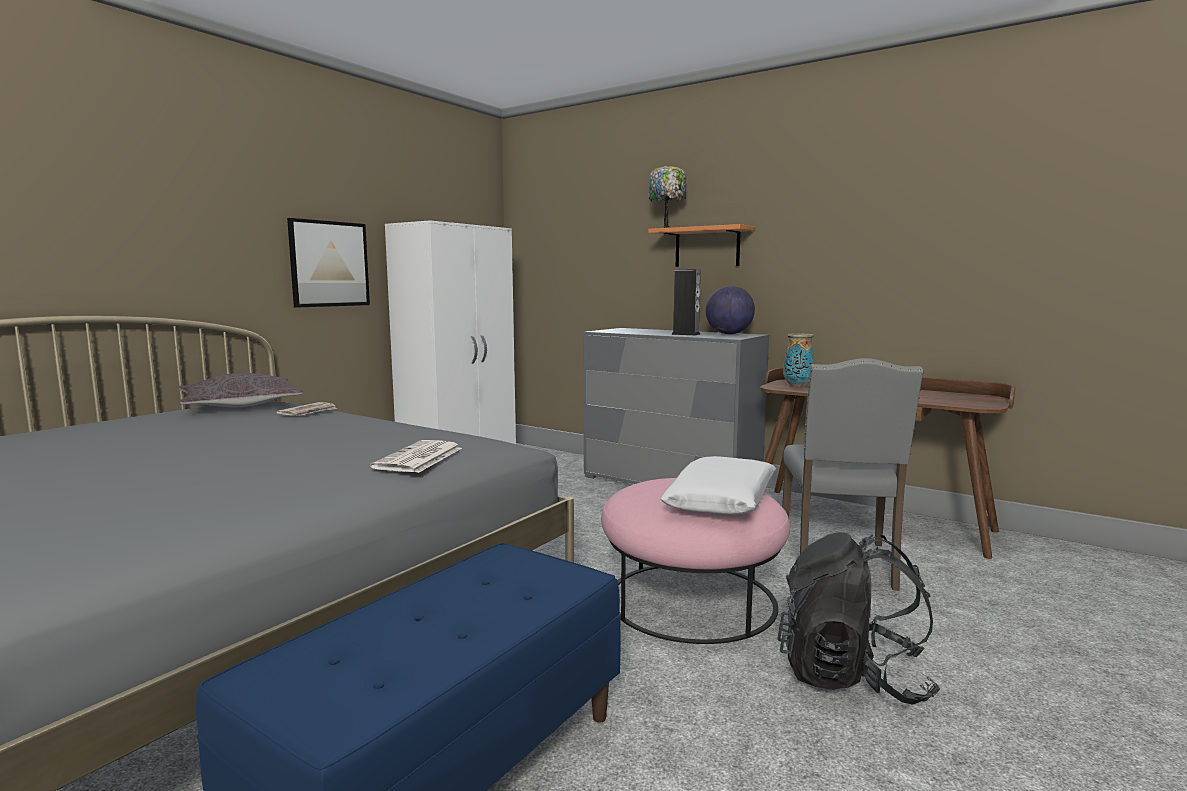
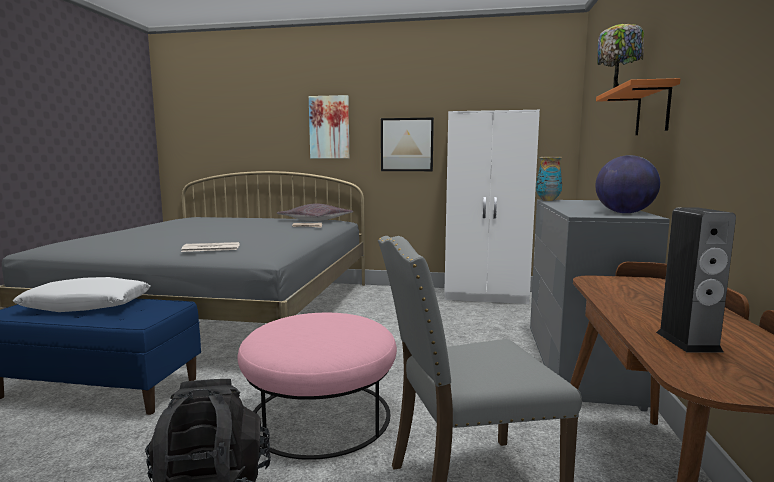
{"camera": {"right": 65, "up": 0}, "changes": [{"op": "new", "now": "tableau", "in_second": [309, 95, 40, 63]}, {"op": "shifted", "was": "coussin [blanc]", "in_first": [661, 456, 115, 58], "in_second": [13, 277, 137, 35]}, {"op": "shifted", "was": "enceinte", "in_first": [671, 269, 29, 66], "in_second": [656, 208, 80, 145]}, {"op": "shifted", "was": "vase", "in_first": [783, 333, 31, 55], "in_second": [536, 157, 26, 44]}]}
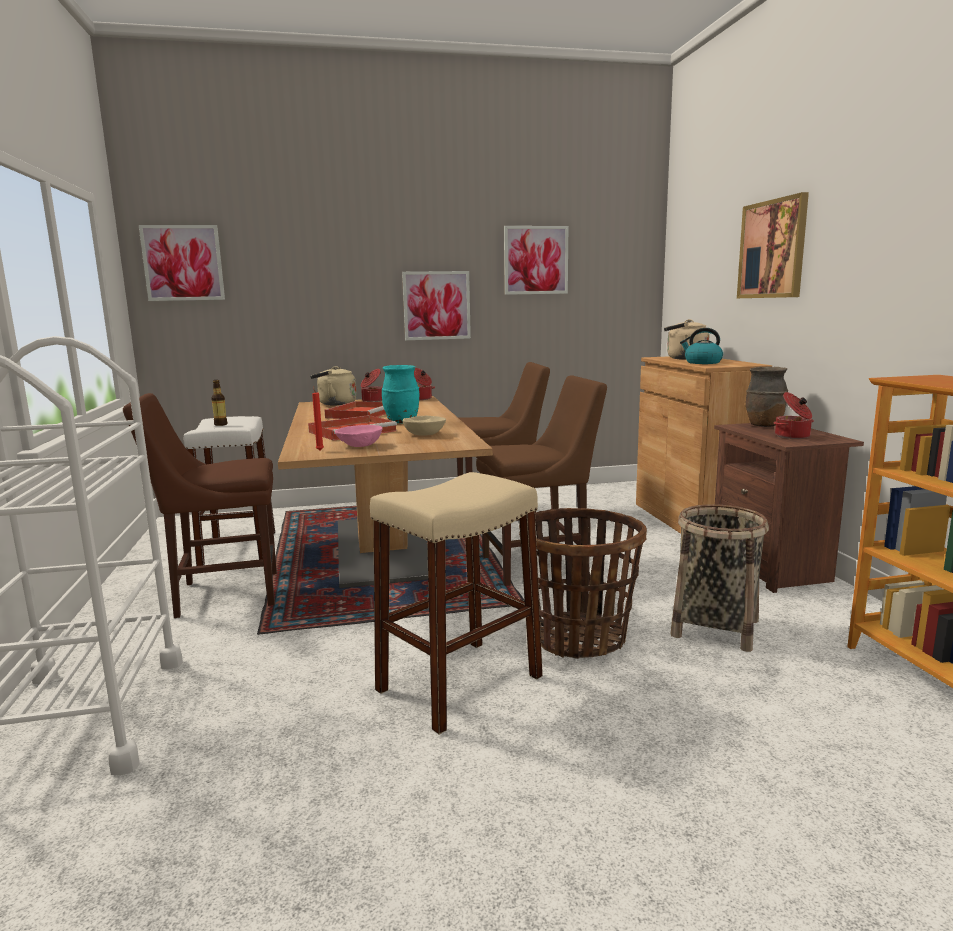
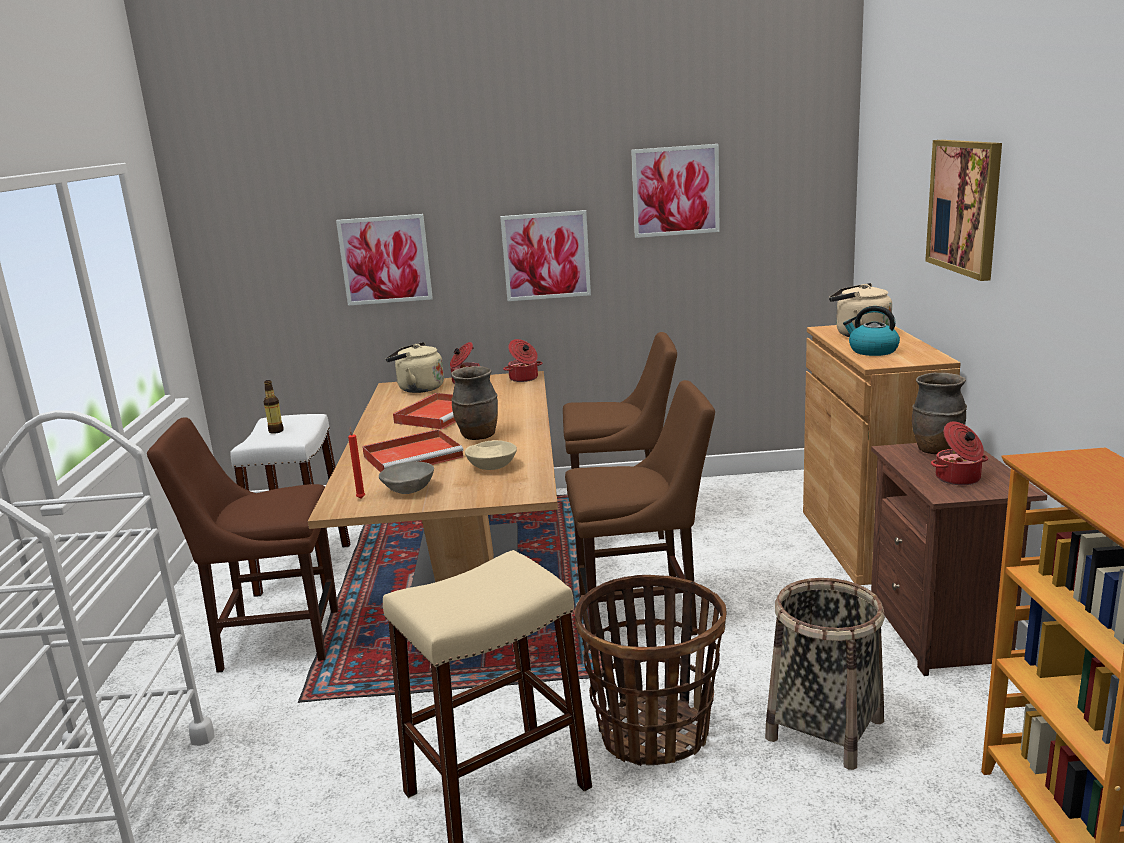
{"camera": {"right": 10, "up": 5}, "changes": [{"op": "shifted", "was": "tableau", "in_first": [139, 225, 86, 76], "in_second": [336, 214, 97, 92]}, {"op": "repainted", "was": "bol [rose]", "now": "bol [gris]", "in_first": [335, 425, 48, 22], "in_second": [379, 461, 55, 33]}, {"op": "repainted", "was": "vase [turquoise]", "now": "vase [marron]", "in_first": [382, 365, 37, 58], "in_second": [451, 366, 47, 74]}]}
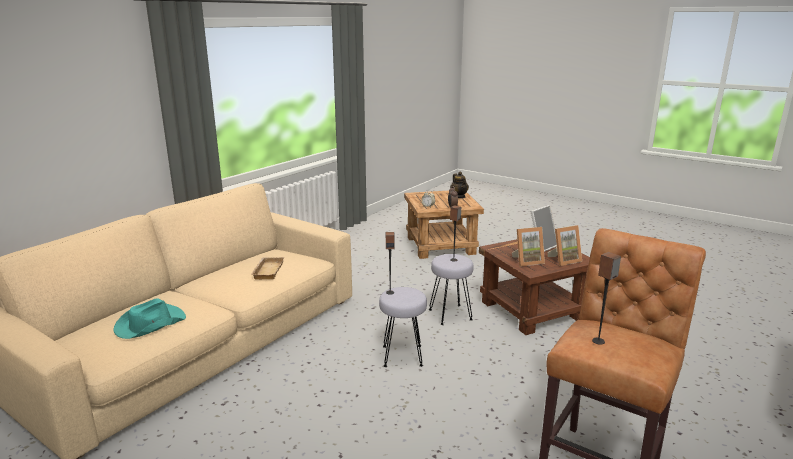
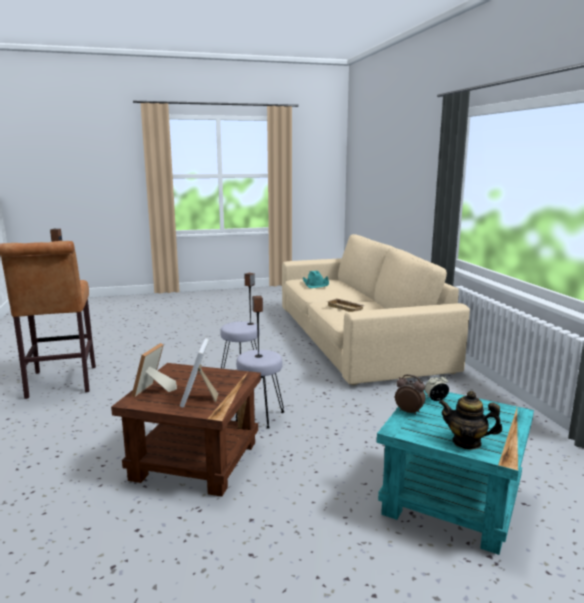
{"camera": {"right": 130, "up": -5}, "changes": [{"op": "gone", "was": "cadre photo", "in_first": [512, 227, 33, 40]}, {"op": "repainted", "was": "table d'appoint [marron]", "now": "table d'appoint [turquoise]", "in_first": [404, 191, 80, 68], "in_second": [377, 389, 157, 166]}]}
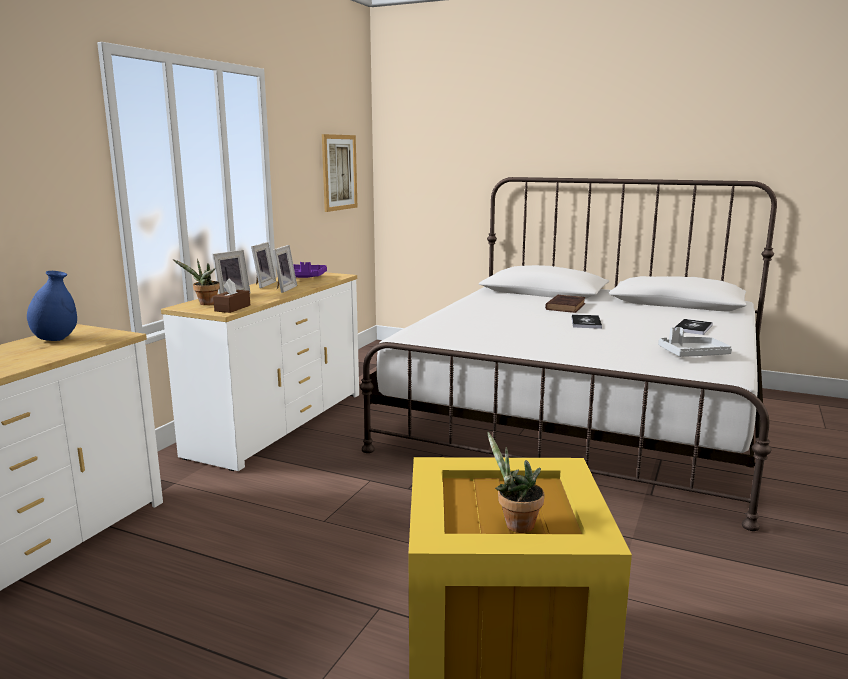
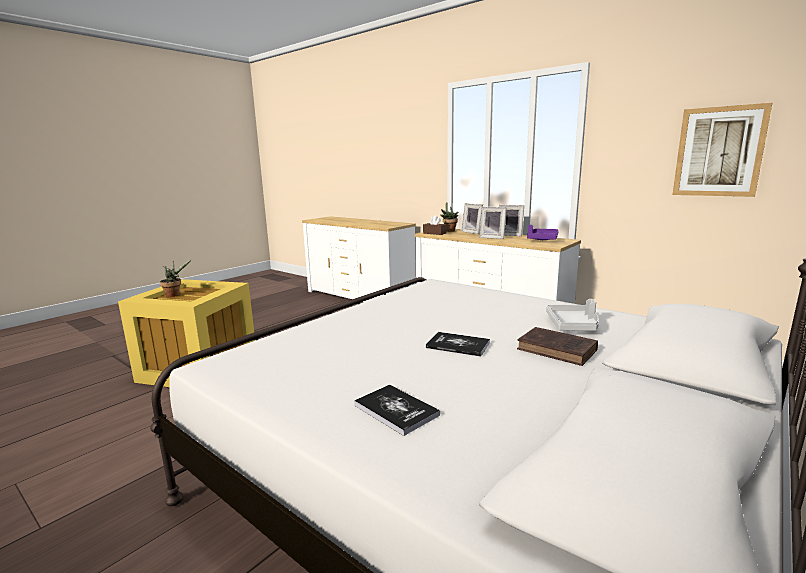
{"camera": {"right": 105, "up": 0}, "changes": [{"op": "gone", "was": "vase [bleu]", "in_first": [27, 271, 50, 70]}, {"op": "shifted", "was": "plateau [gris]", "in_first": [658, 327, 74, 30], "in_second": [546, 299, 53, 32]}]}
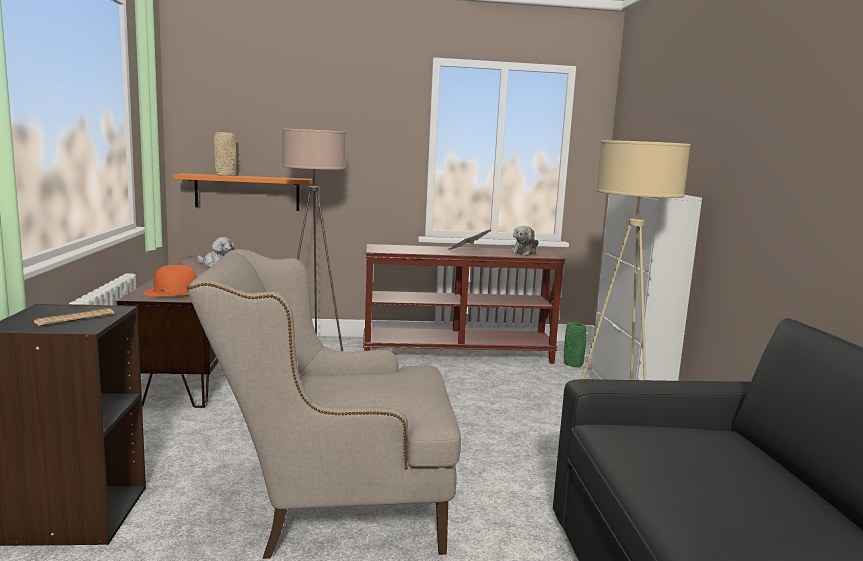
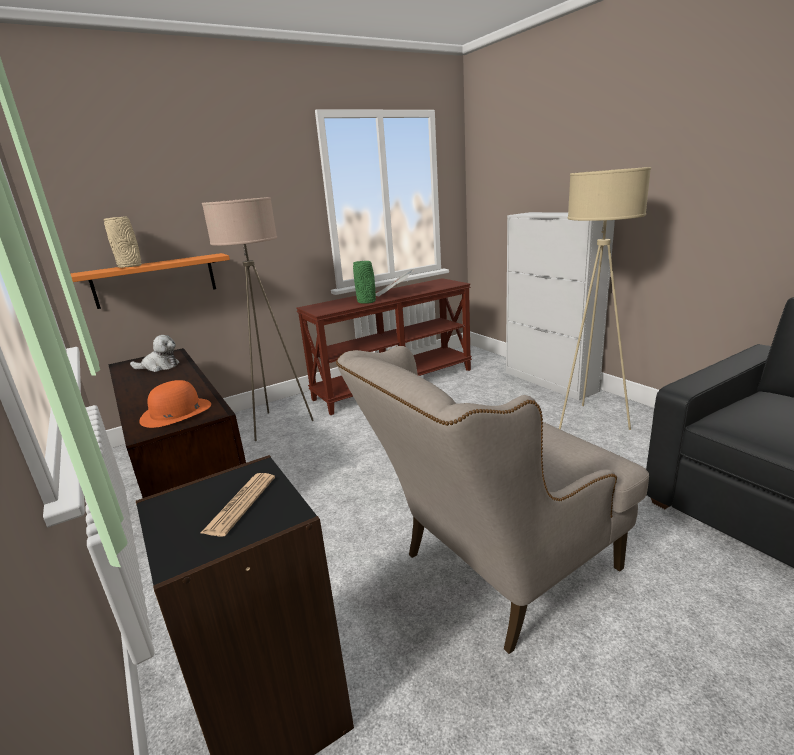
{"camera": {"right": -25, "up": 10}, "changes": [{"op": "gone", "was": "peluche", "in_first": [511, 226, 28, 30]}, {"op": "shifted", "was": "vase [vert]", "in_first": [564, 322, 22, 45], "in_second": [353, 261, 23, 43]}]}
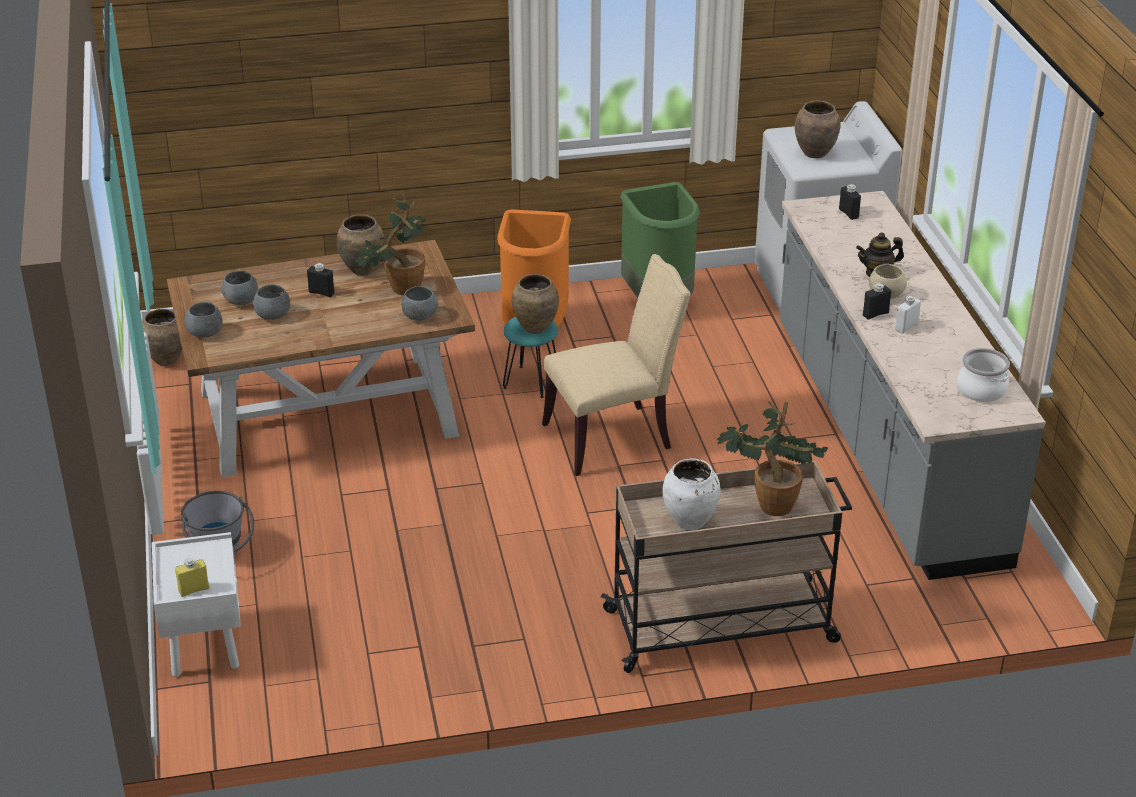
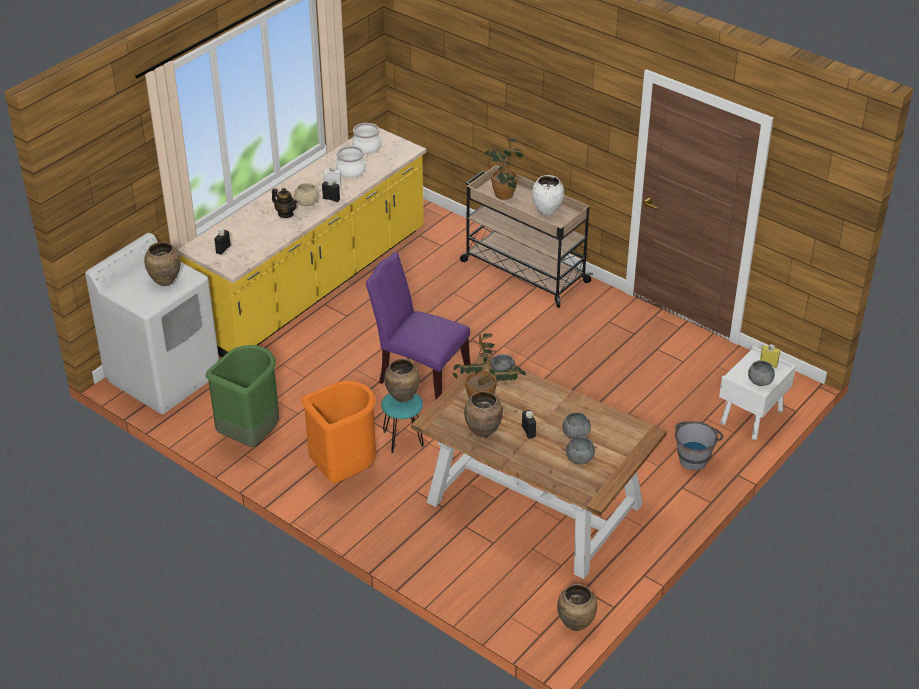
{"camera": {"right": -130, "up": 5}, "changes": [{"op": "new", "now": "marmite", "in_second": [335, 146, 31, 32]}, {"op": "shifted", "was": "bol [gris]", "in_first": [185, 302, 38, 36], "in_second": [748, 360, 27, 26]}, {"op": "repainted", "was": "chaise [beige]", "now": "chaise [violet]", "in_first": [542, 254, 148, 222], "in_second": [366, 252, 105, 147]}, {"op": "repainted", "was": "comptoir de cuisine [gris]", "now": "comptoir de cuisine [jaune]", "in_first": [780, 191, 265, 389], "in_second": [177, 128, 249, 229]}]}
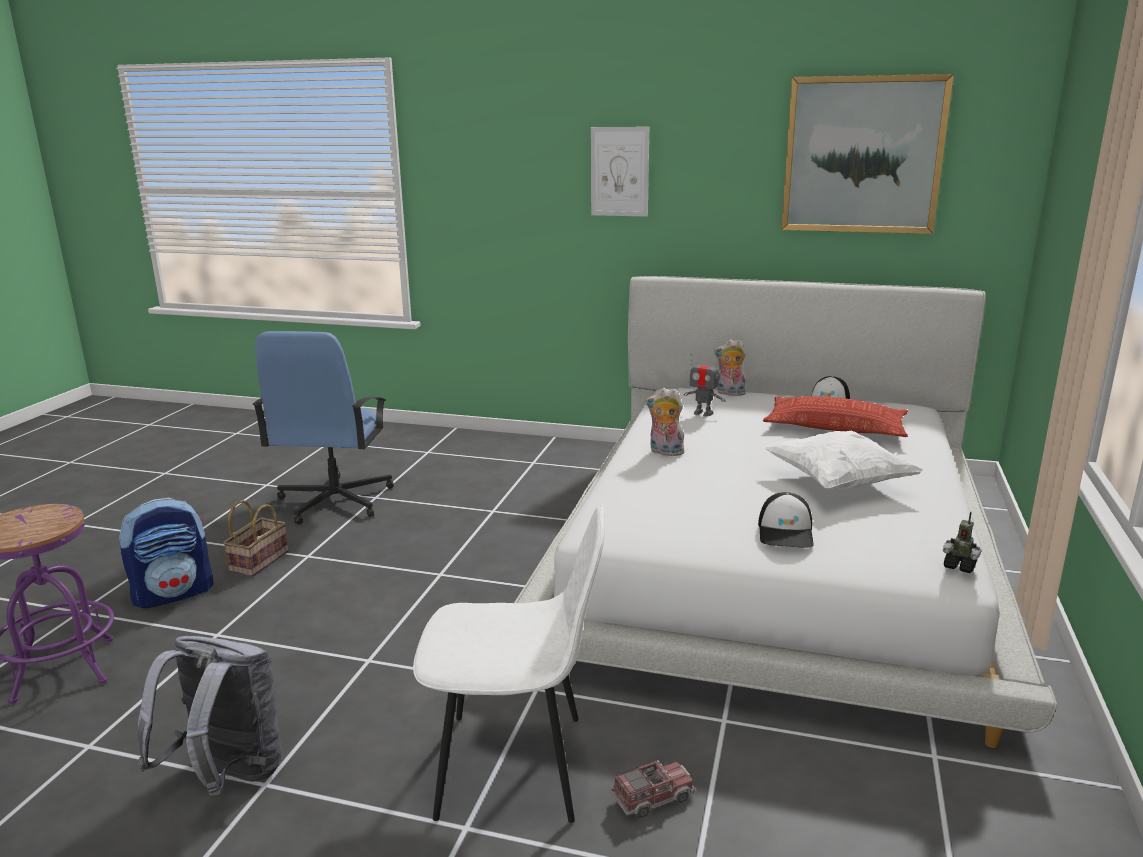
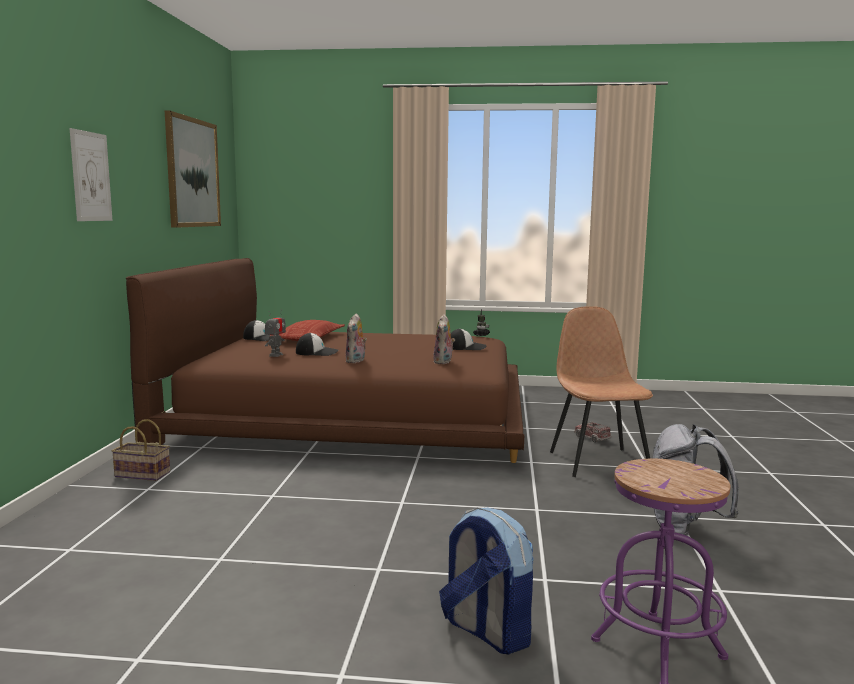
{"camera": {"right": -100, "up": -10}, "changes": [{"op": "gone", "was": "chaise de bureau [bleu]", "in_first": [253, 331, 141, 194]}, {"op": "gone", "was": "coussin [blanc]", "in_first": [764, 431, 160, 59]}, {"op": "new", "now": "casquette", "in_second": [296, 333, 42, 23]}, {"op": "shifted", "was": "panier", "in_first": [223, 500, 66, 77], "in_second": [112, 419, 58, 62]}, {"op": "shifted", "was": "peluche", "in_first": [714, 339, 33, 57], "in_second": [433, 314, 22, 50]}, {"op": "repainted", "was": "chaise [blanc]", "now": "chaise [marron]", "in_first": [413, 504, 192, 319], "in_second": [550, 306, 103, 171]}, {"op": "repainted", "was": "lit [blanc]", "now": "lit [marron]", "in_first": [514, 276, 543, 472], "in_second": [126, 258, 398, 205]}]}
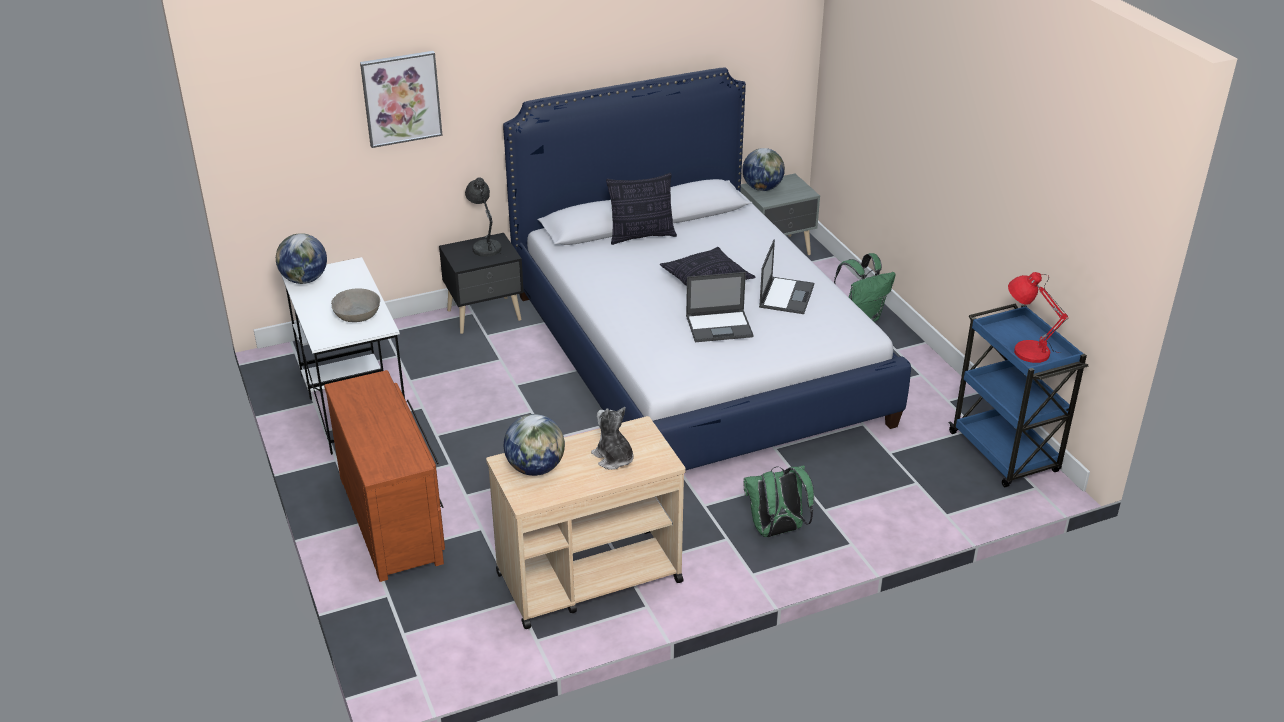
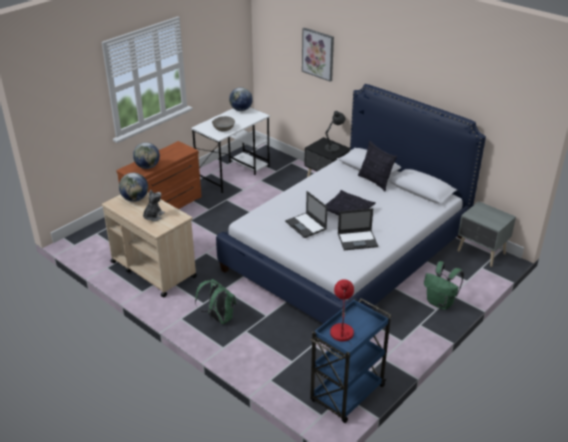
{"camera": {"right": 65, "up": 0}, "changes": [{"op": "shifted", "was": "globe", "in_first": [742, 148, 43, 43], "in_second": [133, 142, 27, 27]}]}
